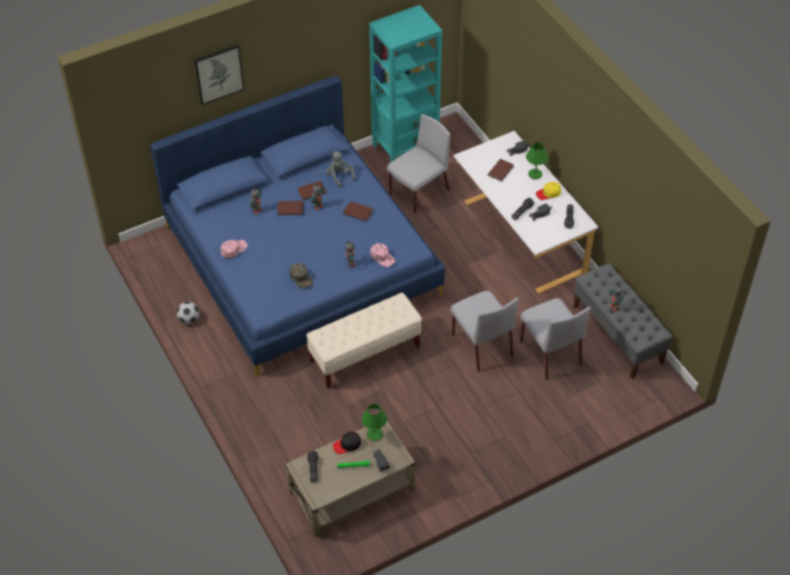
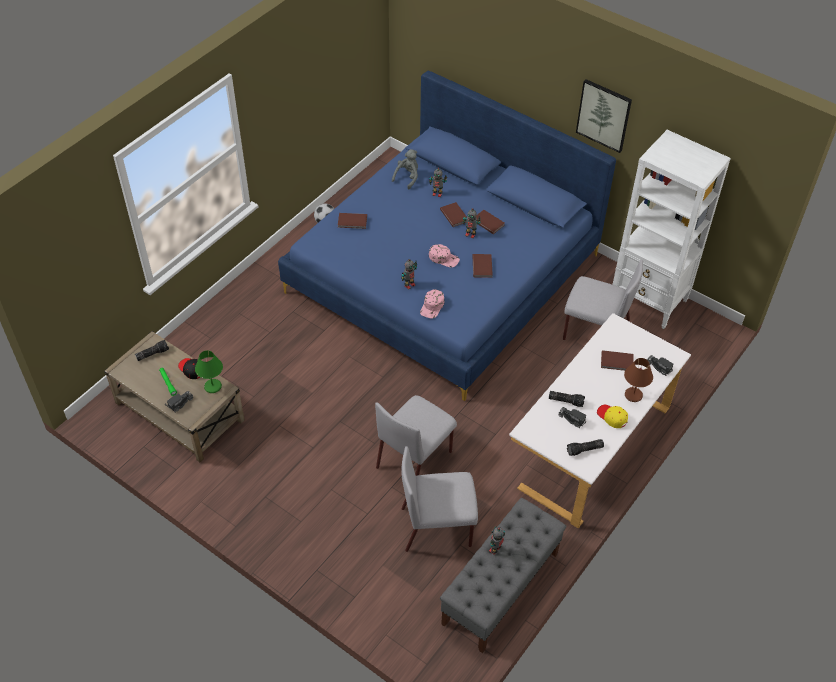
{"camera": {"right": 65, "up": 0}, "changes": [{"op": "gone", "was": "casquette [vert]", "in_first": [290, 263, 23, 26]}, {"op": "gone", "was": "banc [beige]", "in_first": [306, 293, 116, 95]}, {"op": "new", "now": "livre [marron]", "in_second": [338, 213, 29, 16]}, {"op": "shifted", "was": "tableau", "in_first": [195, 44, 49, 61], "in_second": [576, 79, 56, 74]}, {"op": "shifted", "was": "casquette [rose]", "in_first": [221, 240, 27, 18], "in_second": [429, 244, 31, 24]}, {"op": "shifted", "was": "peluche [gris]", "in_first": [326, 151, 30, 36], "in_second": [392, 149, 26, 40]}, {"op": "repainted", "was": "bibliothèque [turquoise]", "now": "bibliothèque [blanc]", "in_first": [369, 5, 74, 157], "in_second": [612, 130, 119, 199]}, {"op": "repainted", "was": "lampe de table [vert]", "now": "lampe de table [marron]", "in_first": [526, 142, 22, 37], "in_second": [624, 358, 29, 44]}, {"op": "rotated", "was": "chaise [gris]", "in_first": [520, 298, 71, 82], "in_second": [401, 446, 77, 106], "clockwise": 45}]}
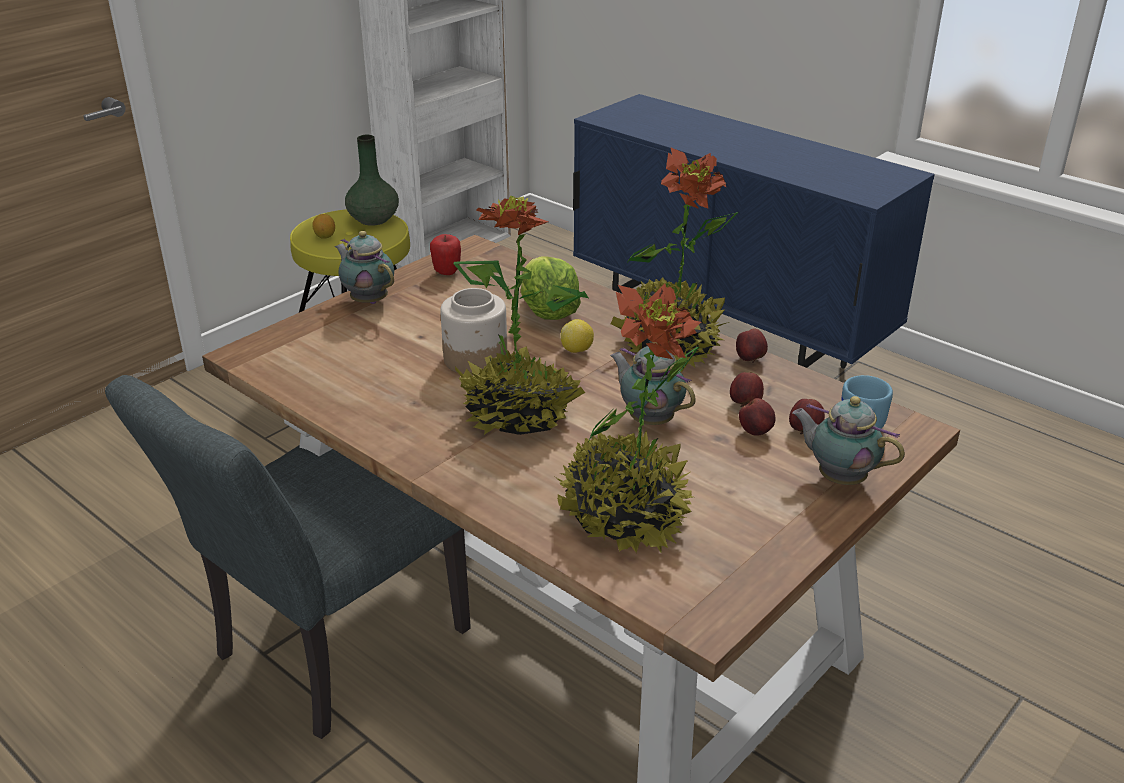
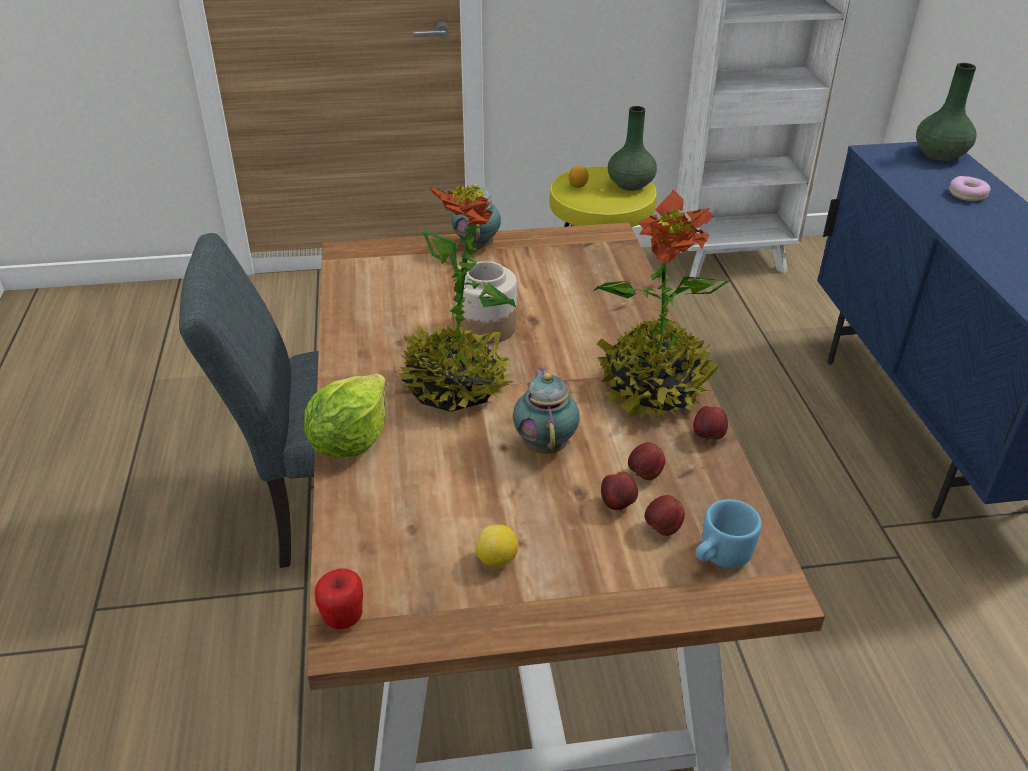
{"camera": {"right": 40, "up": 5}, "changes": [{"op": "gone", "was": "plante en pot", "in_first": [555, 284, 146, 269]}, {"op": "gone", "was": "théière", "in_first": [792, 396, 113, 89]}, {"op": "new", "now": "vase [vert]", "in_second": [916, 63, 61, 98]}, {"op": "new", "now": "beignet", "in_second": [949, 176, 42, 25]}, {"op": "shifted", "was": "pomme", "in_first": [430, 234, 31, 41], "in_second": [315, 569, 48, 61]}, {"op": "shifted", "was": "laitue", "in_first": [521, 256, 60, 64], "in_second": [304, 374, 82, 83]}, {"op": "shifted", "was": "citron", "in_first": [561, 319, 33, 34], "in_second": [476, 525, 42, 43]}]}
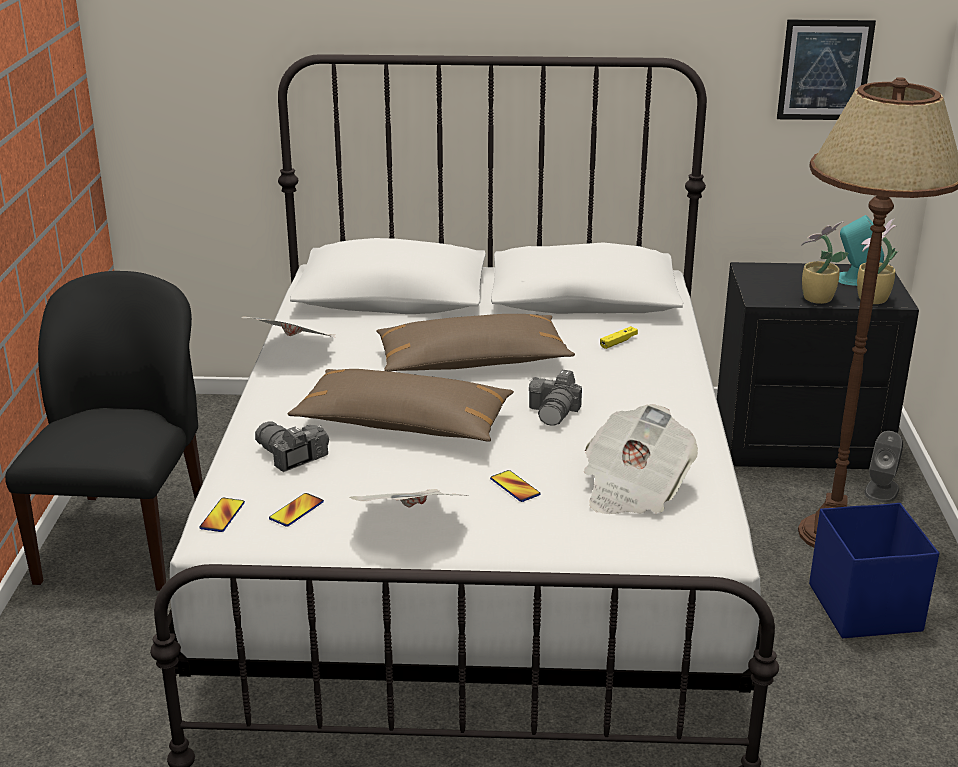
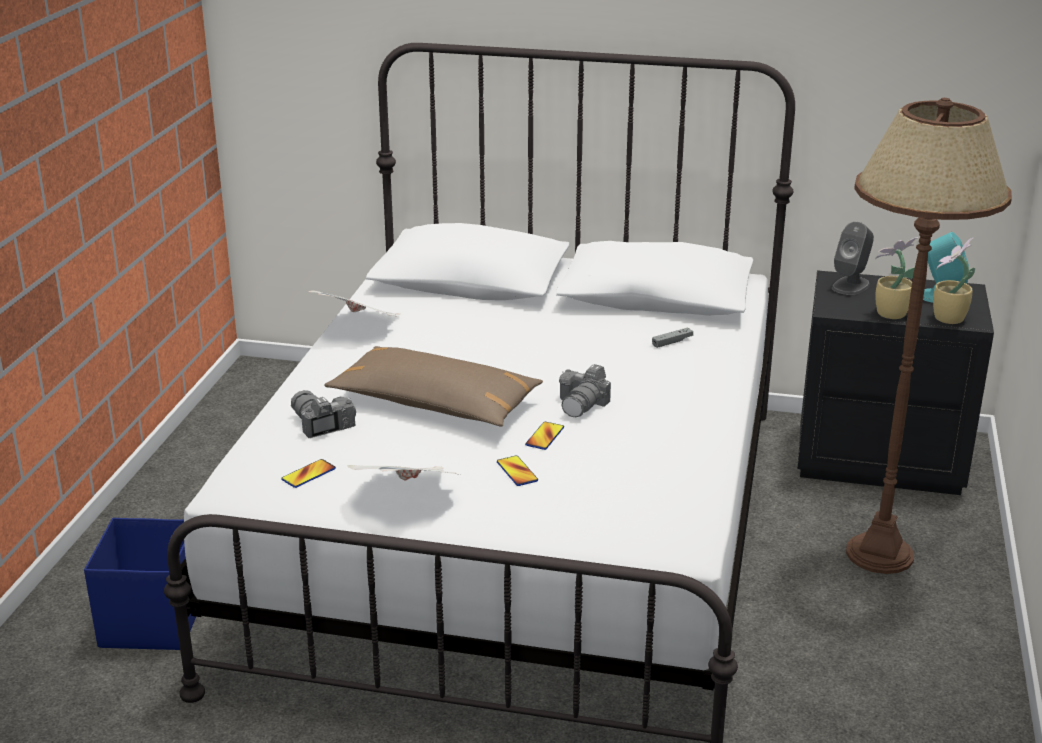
{"camera": {"right": 10, "up": 0}, "changes": [{"op": "gone", "was": "chaise [noir]", "in_first": [5, 271, 198, 320]}, {"op": "gone", "was": "coussin [marron]", "in_first": [376, 314, 199, 58]}, {"op": "gone", "was": "journal", "in_first": [584, 404, 114, 110]}, {"op": "gone", "was": "tableau", "in_first": [777, 20, 99, 100]}, {"op": "shifted", "was": "téléphone", "in_first": [199, 498, 46, 34], "in_second": [525, 422, 39, 28]}, {"op": "shifted", "was": "boîte de rangement [bleu]", "in_first": [809, 503, 130, 135], "in_second": [84, 518, 112, 132]}, {"op": "shifted", "was": "enceinte [gris]", "in_first": [865, 431, 38, 72], "in_second": [832, 222, 42, 73]}, {"op": "repainted", "was": "manette [jaune]", "now": "manette [gris]", "in_first": [600, 326, 38, 23], "in_second": [652, 327, 41, 21]}]}
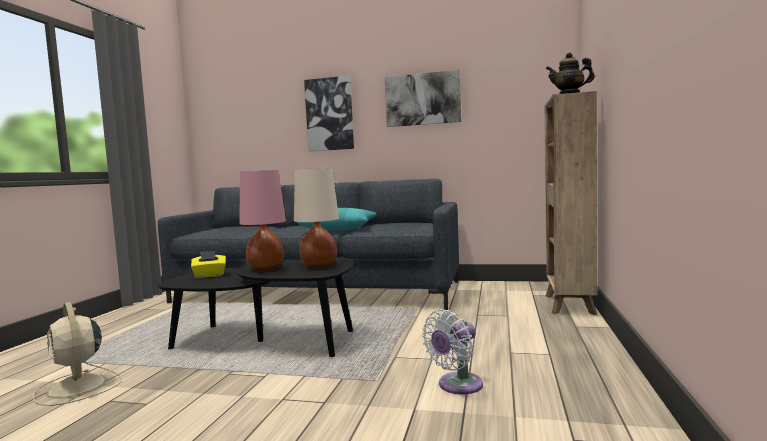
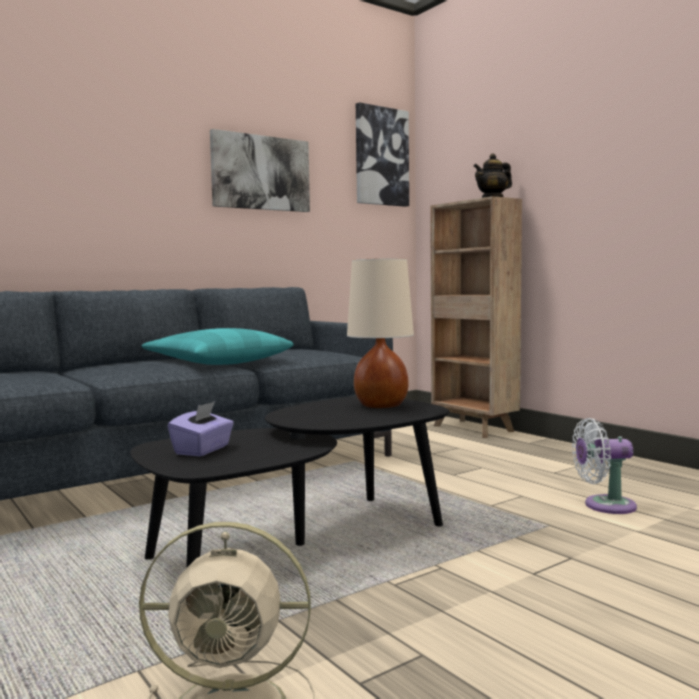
{"camera": {"right": -50, "up": 0}, "changes": [{"op": "gone", "was": "lampe de table [rose]", "in_first": [239, 170, 47, 102]}, {"op": "shifted", "was": "tableau", "in_first": [304, 75, 50, 76], "in_second": [356, 102, 53, 105]}, {"op": "repainted", "was": "boîte à mouchoirs [jaune]", "now": "boîte à mouchoirs [violet]", "in_first": [191, 251, 35, 27], "in_second": [168, 401, 66, 55]}, {"op": "rotated", "was": "ventilateur [blanc]", "in_first": [422, 309, 61, 85], "in_second": [572, 418, 65, 96], "clockwise": 90}]}
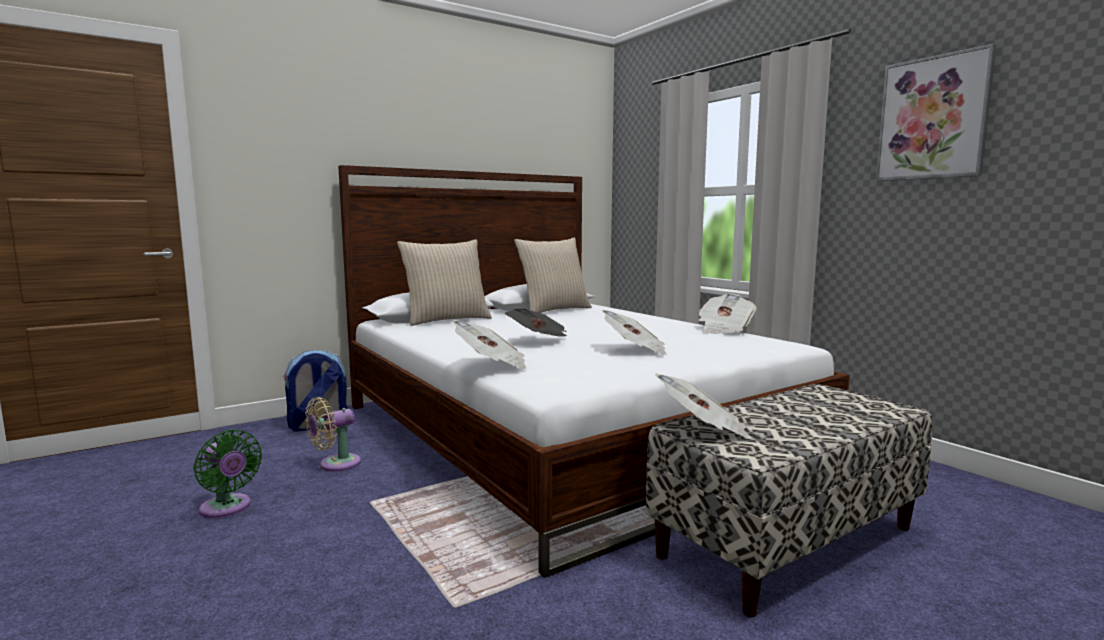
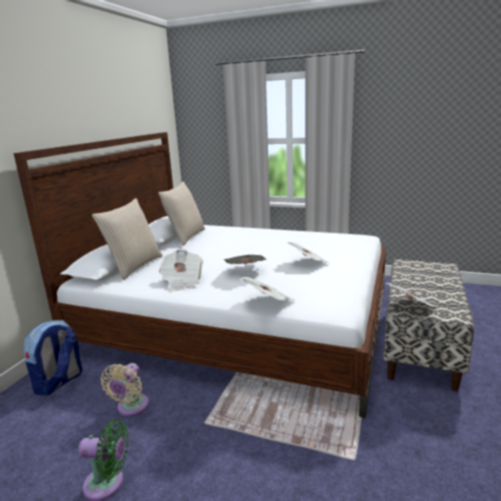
{"camera": {"right": -35, "up": 10}, "changes": [{"op": "gone", "was": "tableau", "in_first": [876, 44, 120, 137]}, {"op": "shifted", "was": "journal", "in_first": [698, 294, 59, 40], "in_second": [159, 249, 44, 42]}]}
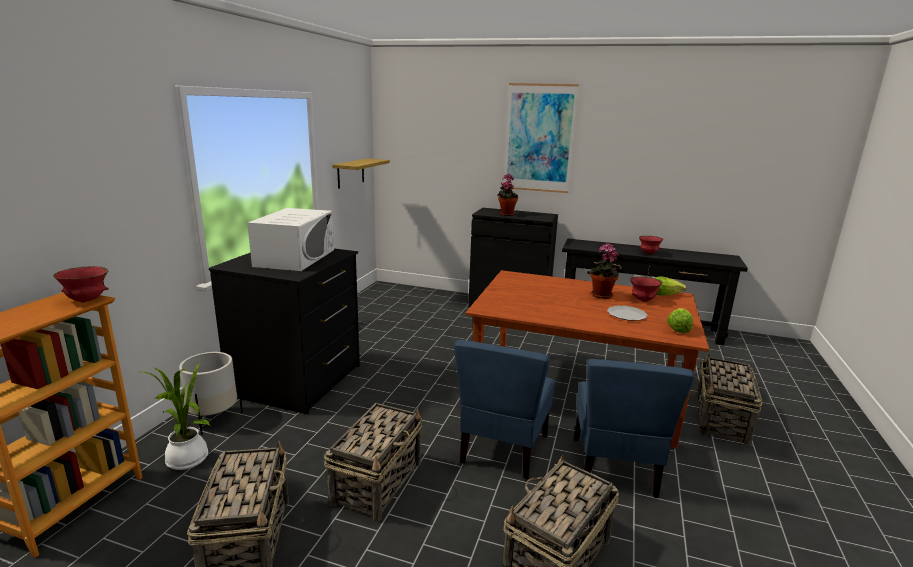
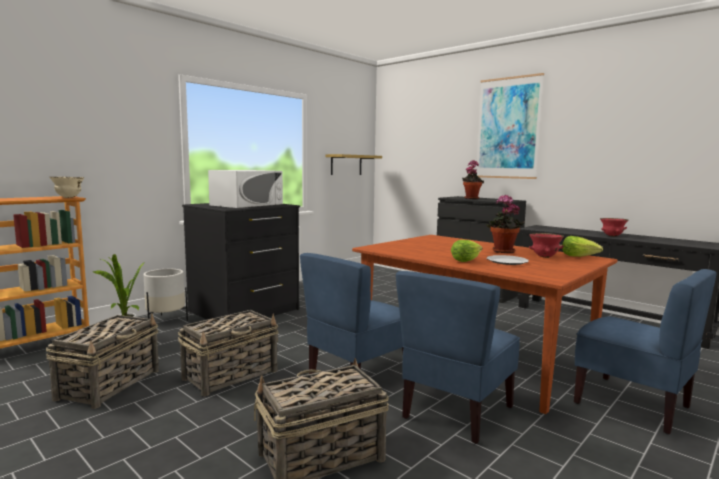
{"camera": {"right": 25, "up": -10}, "changes": [{"op": "shifted", "was": "laitue", "in_first": [667, 308, 26, 25], "in_second": [451, 240, 31, 22]}, {"op": "swapped", "was": "panier", "now": "chaise [bleu]", "in_first": [696, 353, 66, 92], "in_second": [574, 269, 143, 166]}, {"op": "repainted", "was": "bol [rouge]", "now": "bol [beige]", "in_first": [53, 266, 56, 37], "in_second": [50, 177, 35, 21]}]}
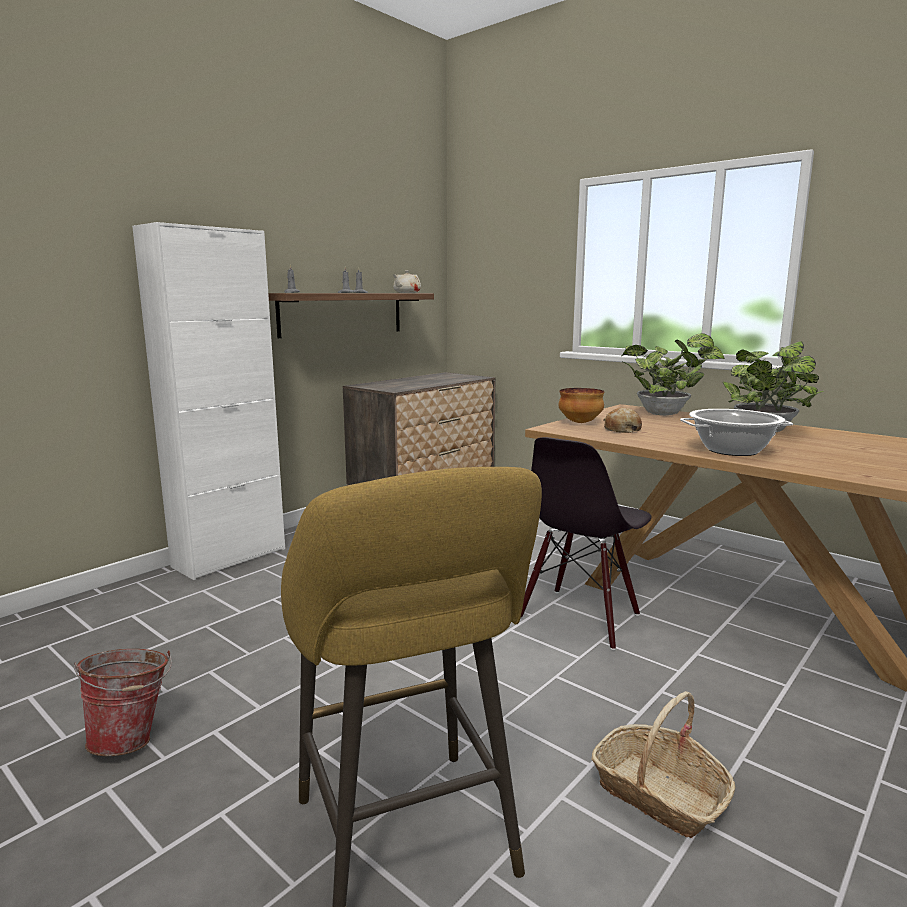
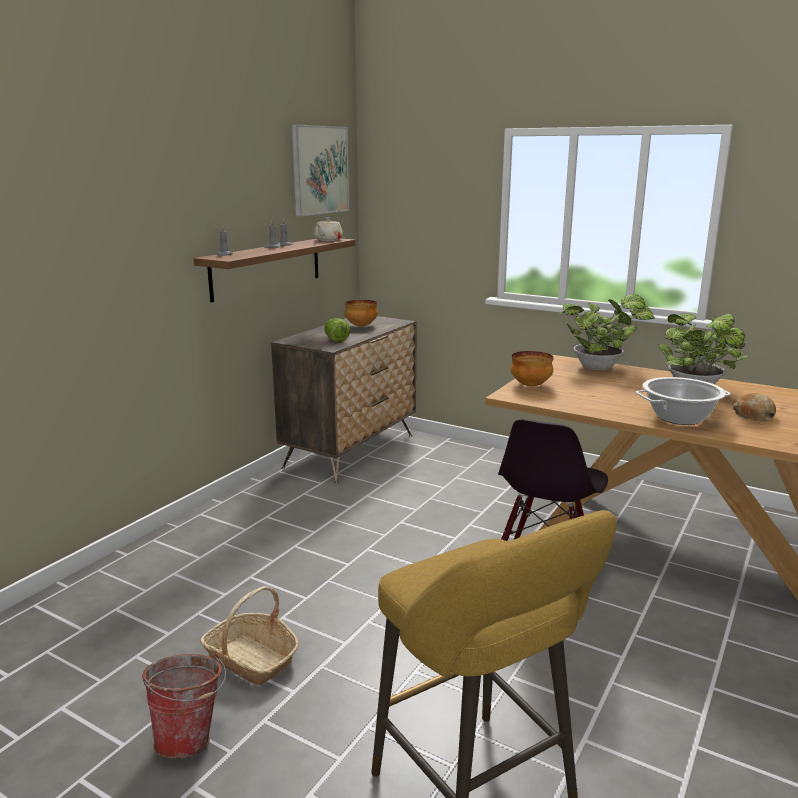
{"camera": {"right": -10, "up": 5}, "changes": [{"op": "gone", "was": "meuble de rangement [blanc]", "in_first": [132, 222, 153, 358]}, {"op": "new", "now": "tableau", "in_second": [292, 124, 57, 92]}, {"op": "new", "now": "laitue", "in_second": [324, 318, 26, 24]}, {"op": "new", "now": "bol", "in_second": [345, 300, 33, 26]}, {"op": "shifted", "was": "panier", "in_first": [591, 691, 144, 147], "in_second": [200, 586, 98, 99]}, {"op": "shifted", "was": "pain", "in_first": [603, 407, 39, 26], "in_second": [733, 393, 43, 28]}]}
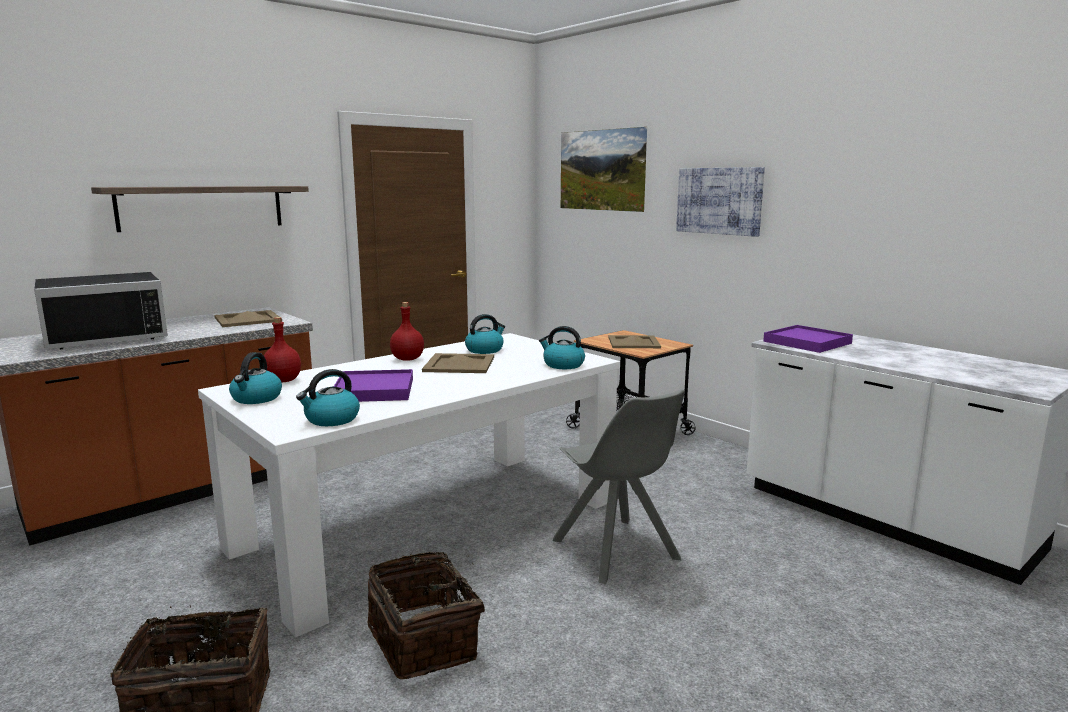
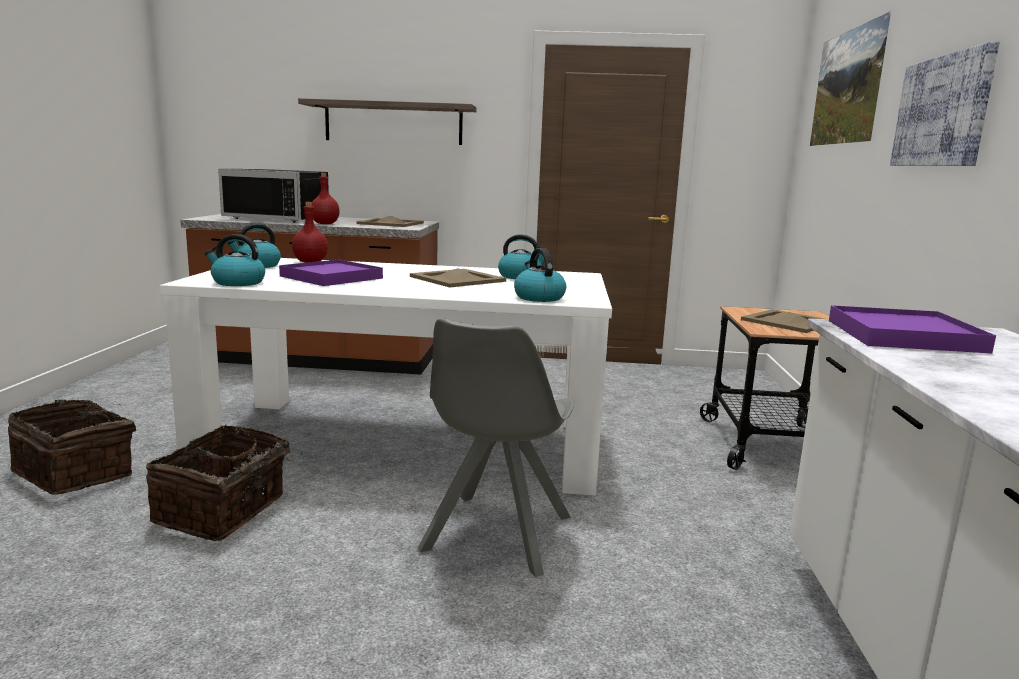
{"camera": {"right": 45, "up": 0}, "changes": [{"op": "shifted", "was": "bouteille [rouge]", "in_first": [390, 302, 34, 59], "in_second": [312, 173, 28, 51]}]}
